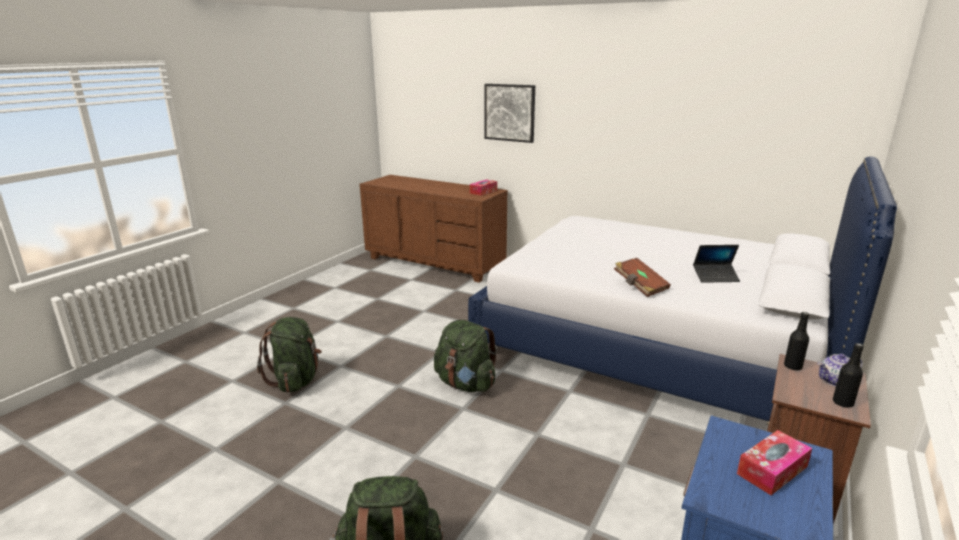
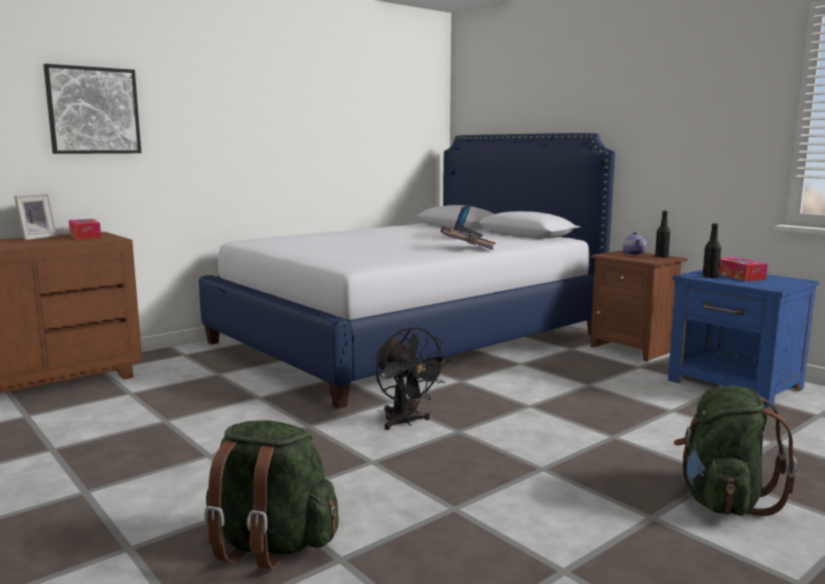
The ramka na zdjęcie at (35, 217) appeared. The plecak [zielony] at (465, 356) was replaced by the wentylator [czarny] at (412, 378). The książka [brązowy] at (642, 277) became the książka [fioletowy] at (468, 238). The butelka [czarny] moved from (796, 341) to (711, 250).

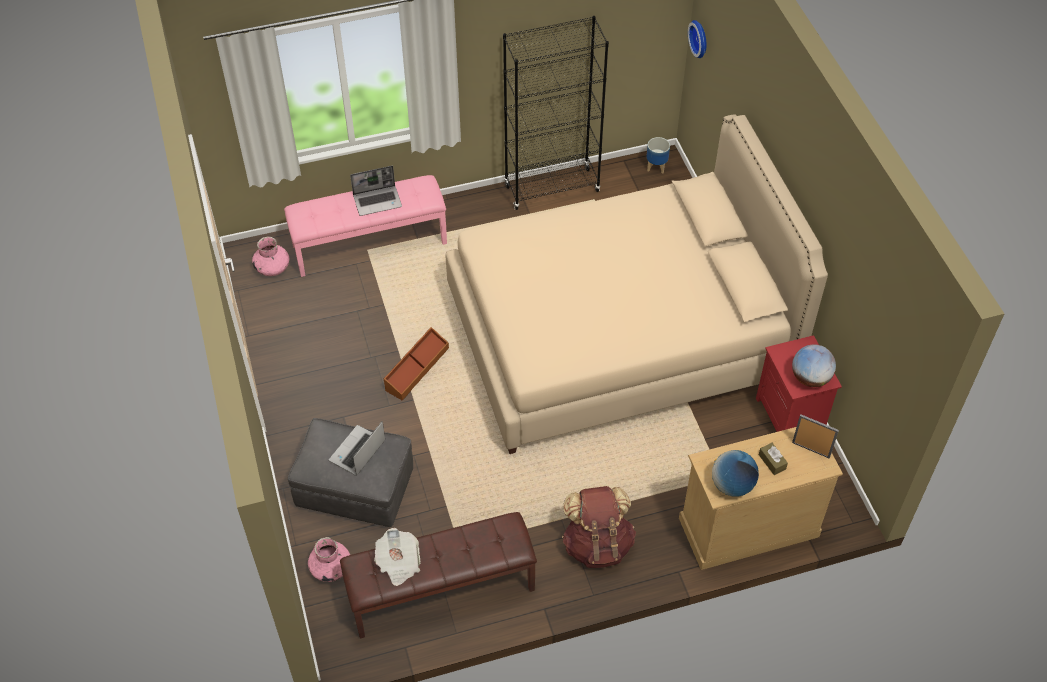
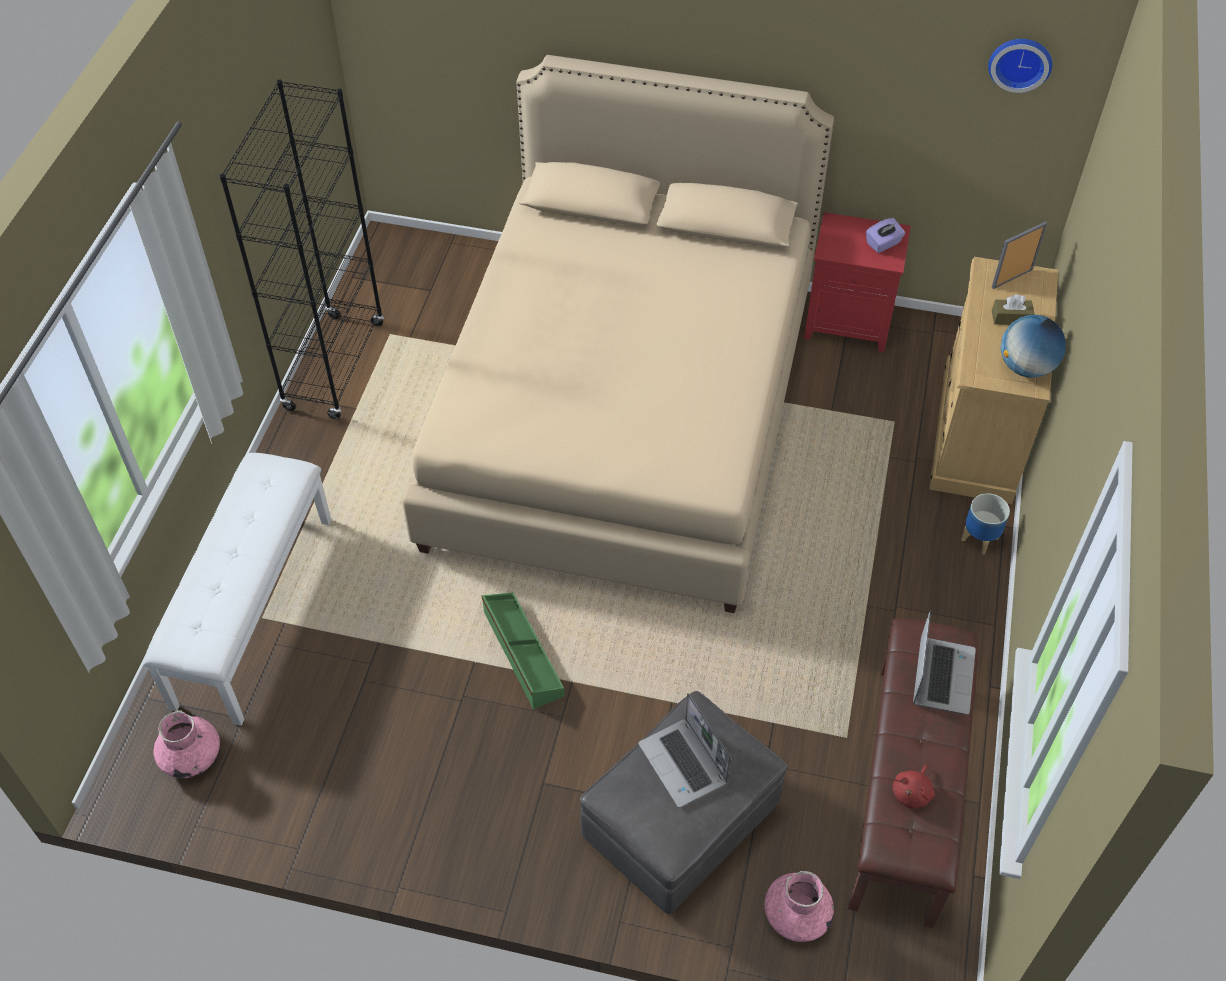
The ławka [różowy] at (365, 226) became the ławka [biały] at (237, 589). The pojemnik do przechowywania [brązowy] at (416, 364) became the pojemnik do przechowywania [zielony] at (523, 651). The globus at (814, 365) was replaced by the pudełko chusteczek [fioletowy] at (885, 235). The gazeta at (397, 557) was replaced by the pluszak [czerwony] at (913, 786). The laptop moved from (376, 191) to (944, 662). The donica moved from (658, 155) to (985, 524). The zegar ścienny moved from (697, 39) to (1020, 66). The plecak [brązowy] at (599, 527) disappeared.

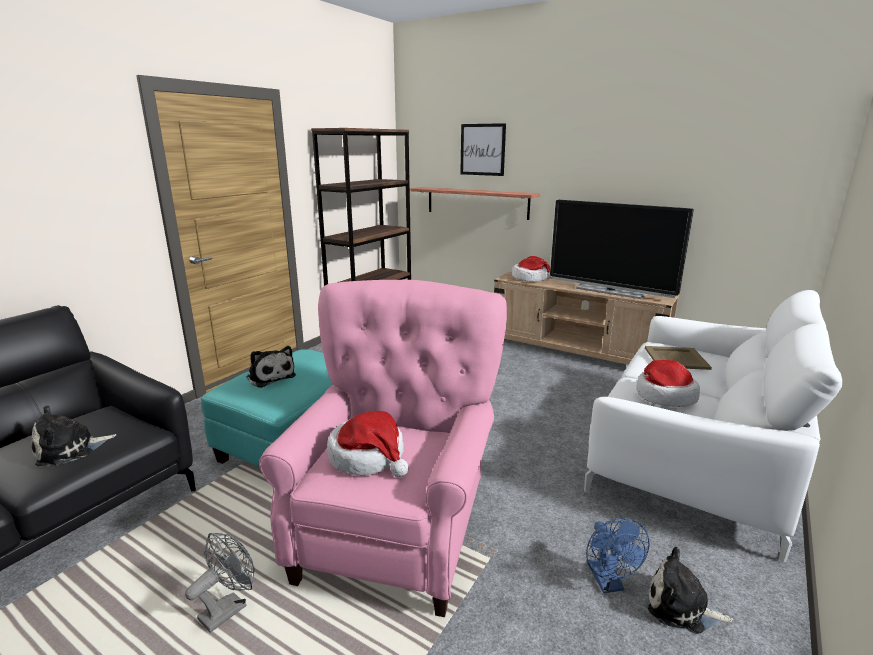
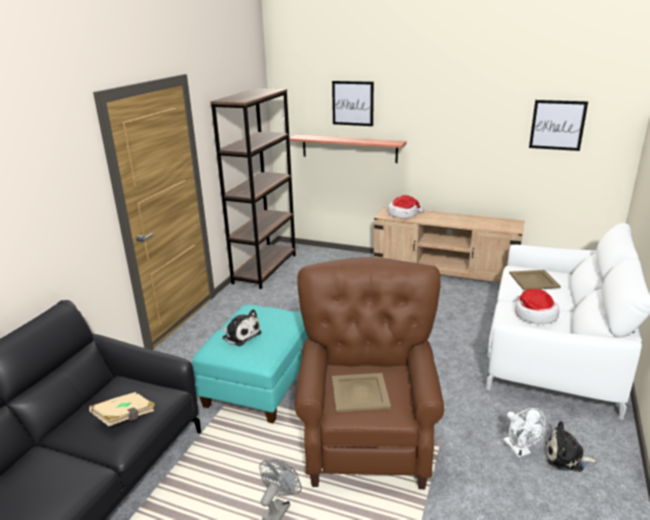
The pluszak at (74, 436) was replaced by the książka [beżowy] at (122, 409). The fotel [różowy] at (383, 448) became the fotel [brązowy] at (369, 373). The kapelusz at (368, 444) was replaced by the taca [beżowy] at (361, 392). The wentylator [niebieski] at (617, 555) became the wentylator [biały] at (524, 432). The obraz at (558, 125) appeared. The telewizor at (622, 249) disappeared.

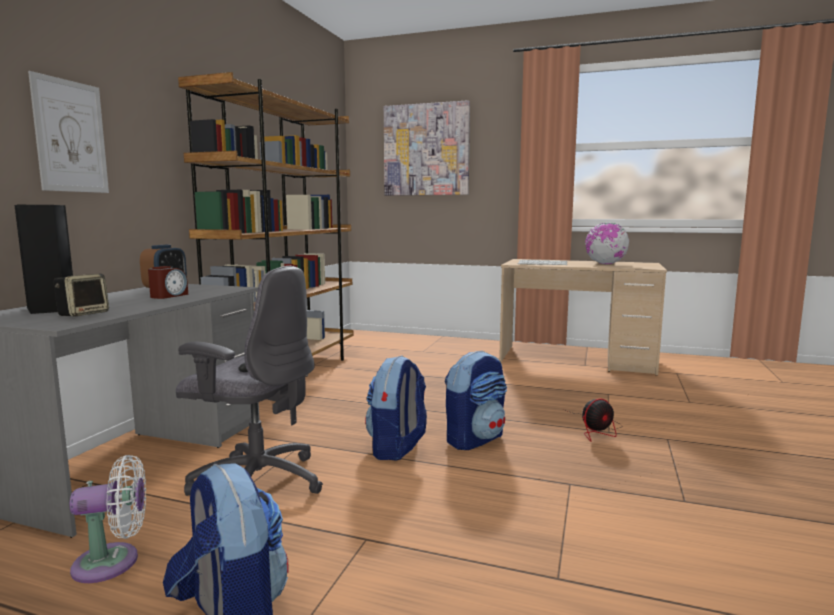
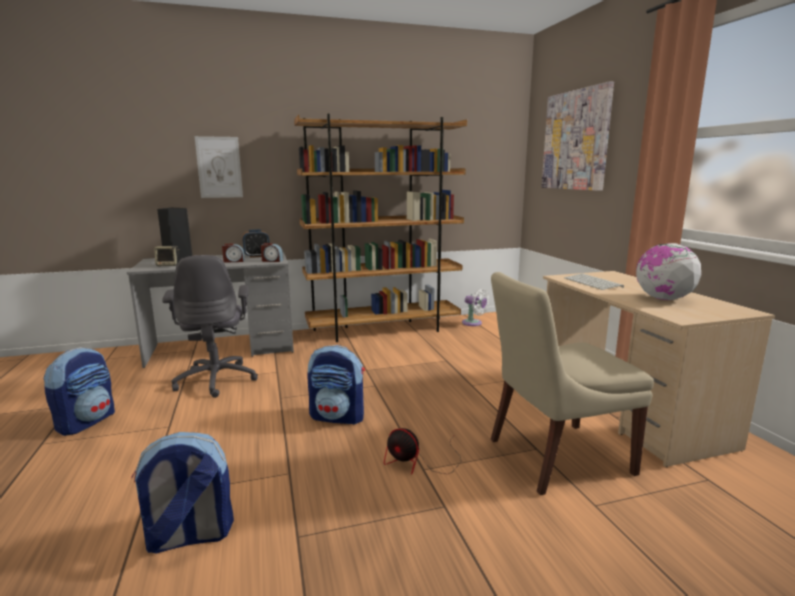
The plecak moved from (396, 408) to (182, 493). The budzik at (272, 252) appeared. The wentylator [biały] moved from (107, 519) to (475, 307). The krzesło [beżowy] at (572, 383) appeared.

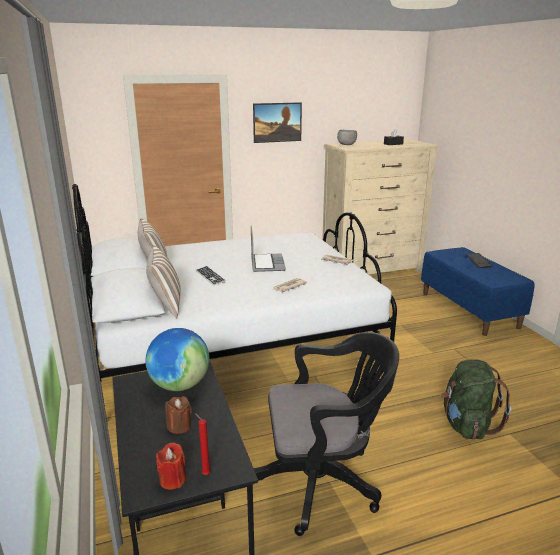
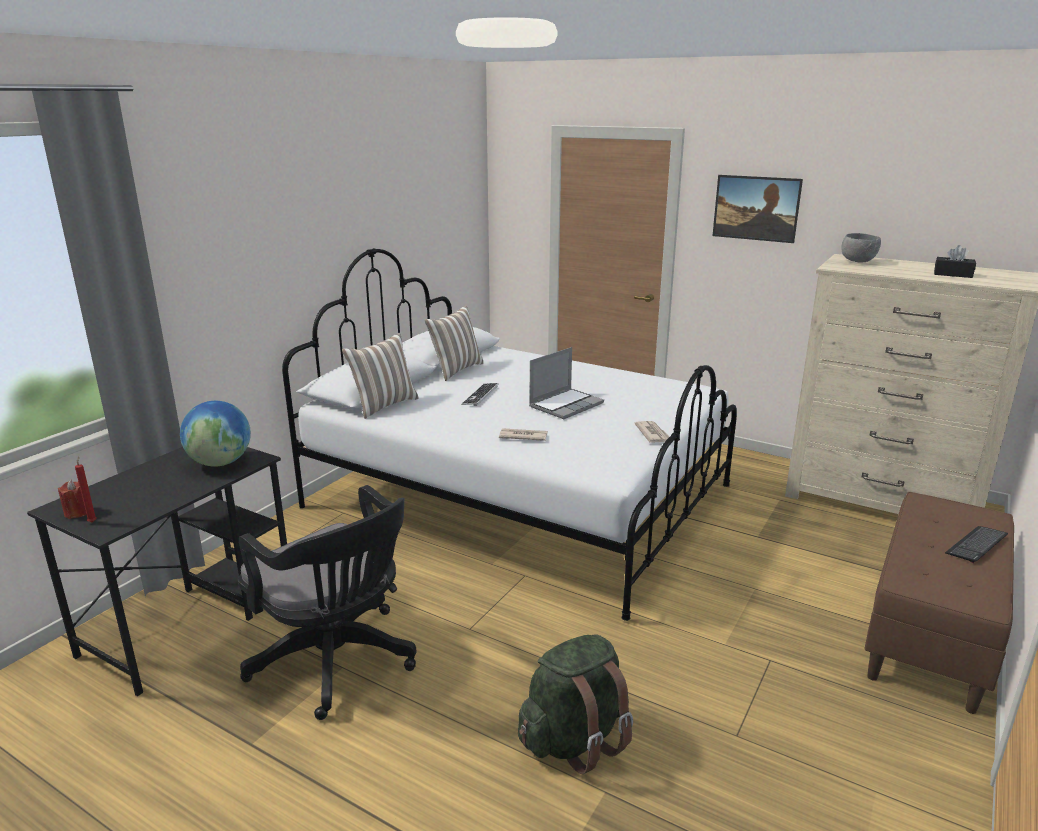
The ławka [niebieski] at (478, 291) became the ławka [brązowy] at (939, 603). The świeca [brązowy] at (178, 415) disappeared.

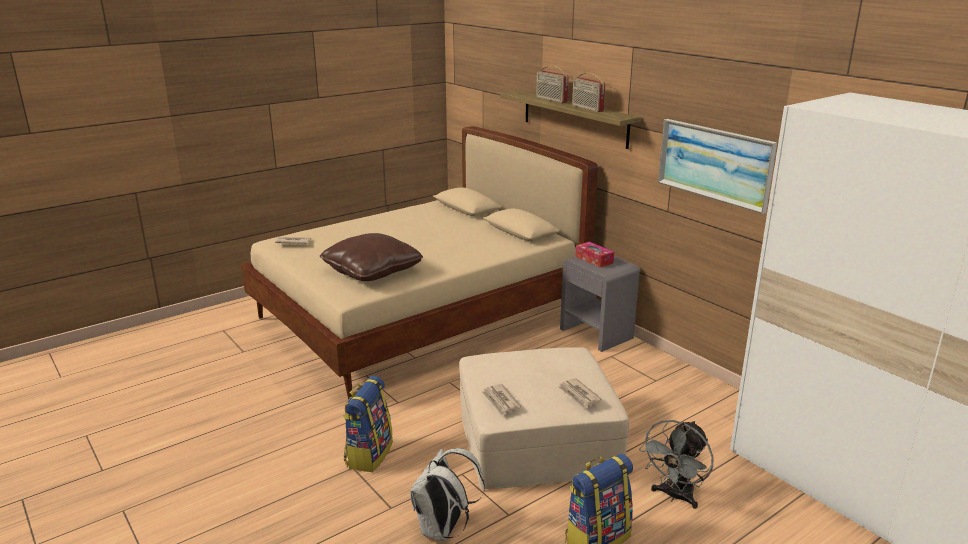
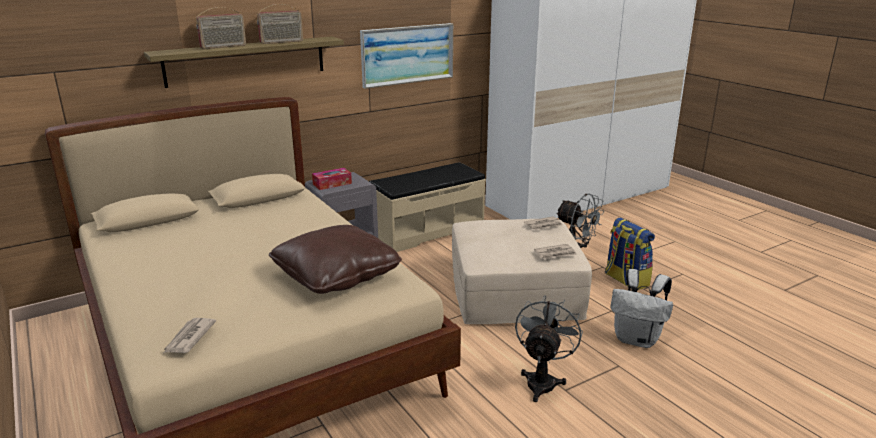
The ławka [beżowy] at (427, 207) appeared. The plecak at (367, 424) was replaced by the wentylator [szary] at (549, 348).

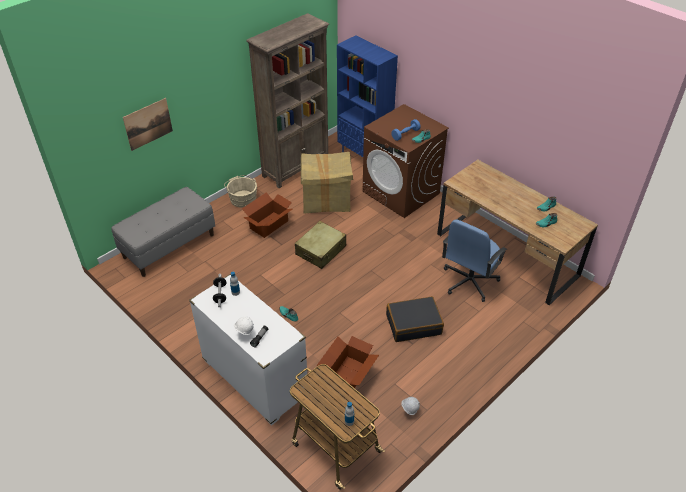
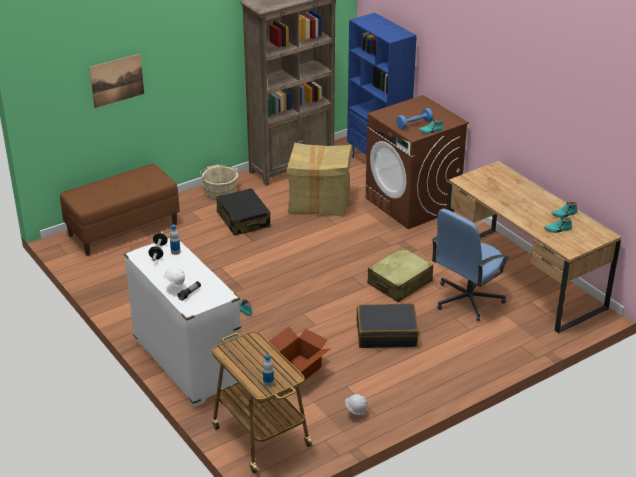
The ławka [szary] at (163, 232) became the ławka [brązowy] at (120, 210). The karton at (267, 215) was replaced by the walizka [czarny] at (243, 212). The walizka [beżowy] moved from (320, 245) to (400, 274).

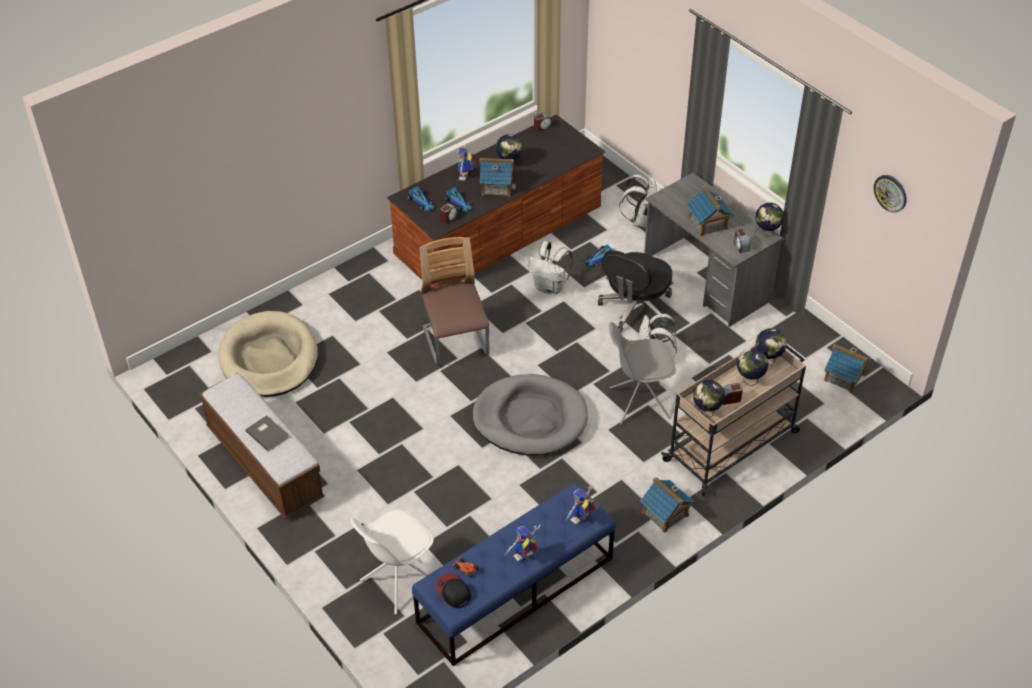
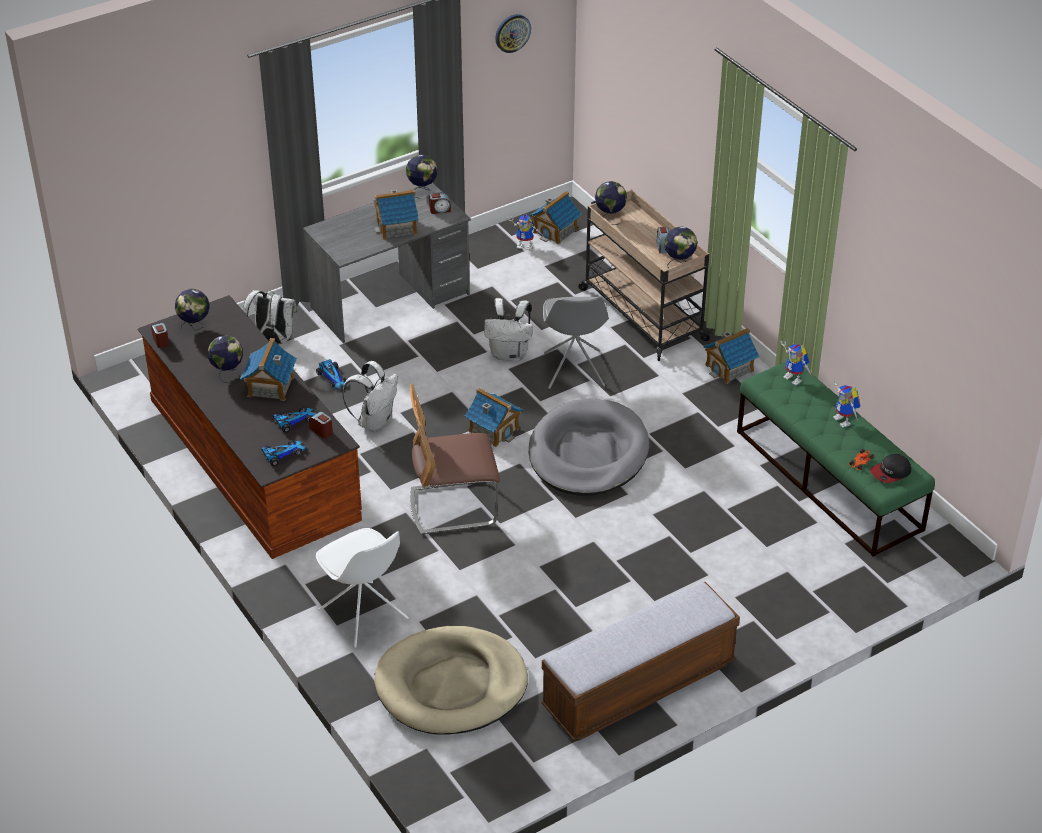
The globus moved from (752, 367) to (192, 310). The krzesło [biały] moved from (392, 562) to (362, 588). The domek at (494, 417) appeared. The robot zabawkowy moved from (466, 162) to (525, 232). The ławka [niebieski] at (514, 574) became the ławka [zielony] at (836, 459). The książka [szary] at (266, 433) disappeared. The krzesło biurowe [czarny] at (635, 291) disappeared.

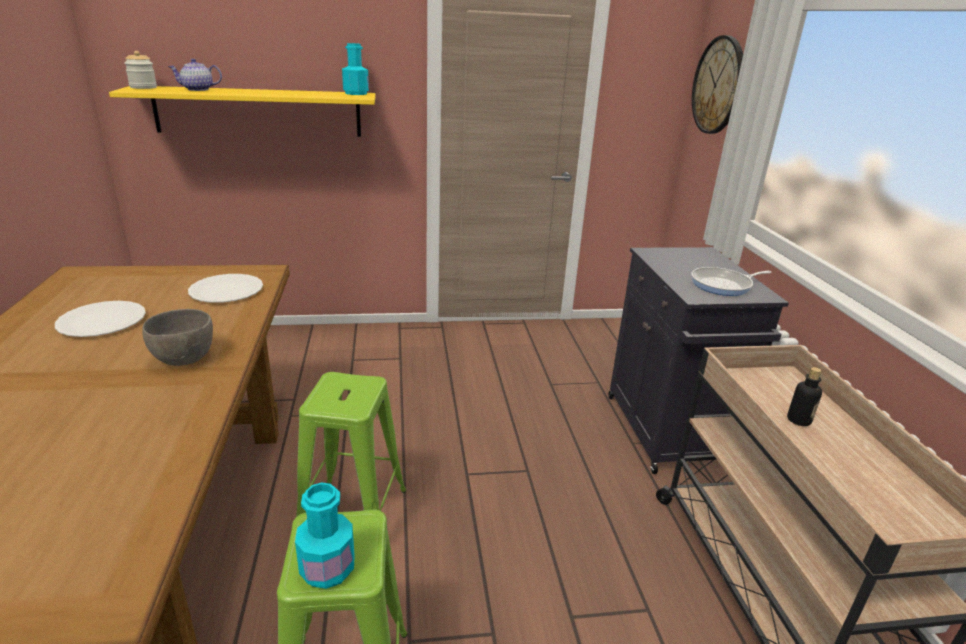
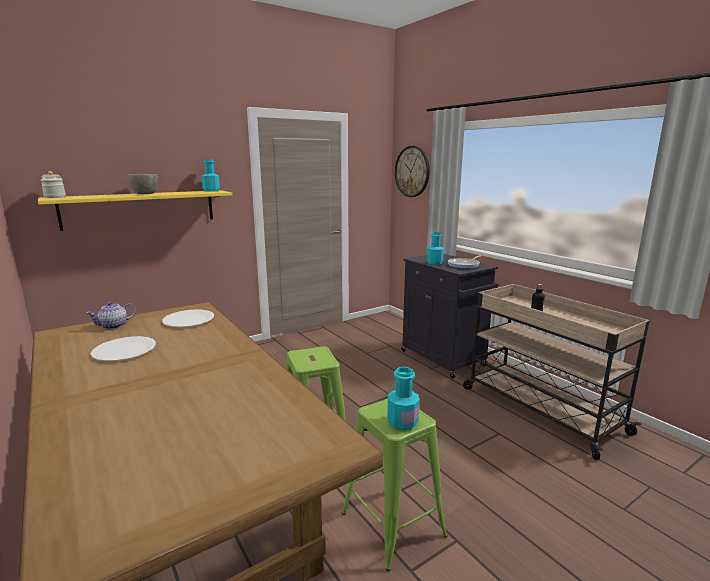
The imbryk moved from (195, 75) to (111, 315). The miska [szary] moved from (177, 337) to (142, 184). The butelka [turkusowy] at (435, 248) appeared.

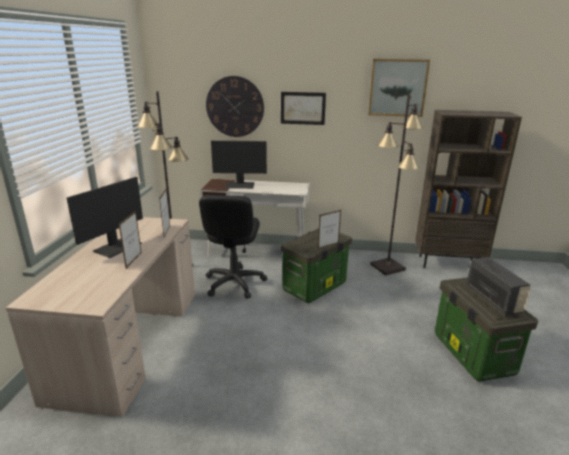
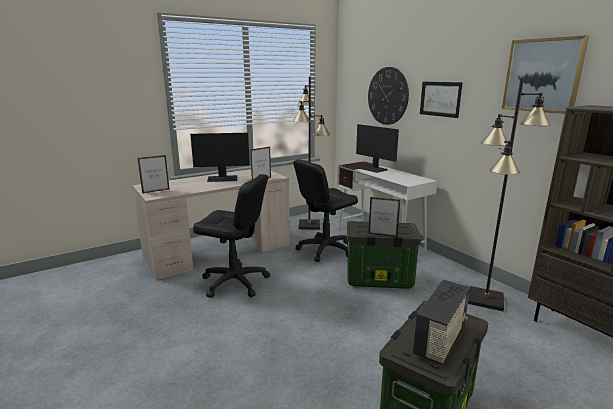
The ramka na zdjęcie moved from (130, 239) to (153, 174). The krzesło biurowe [czarny] at (231, 236) appeared.

